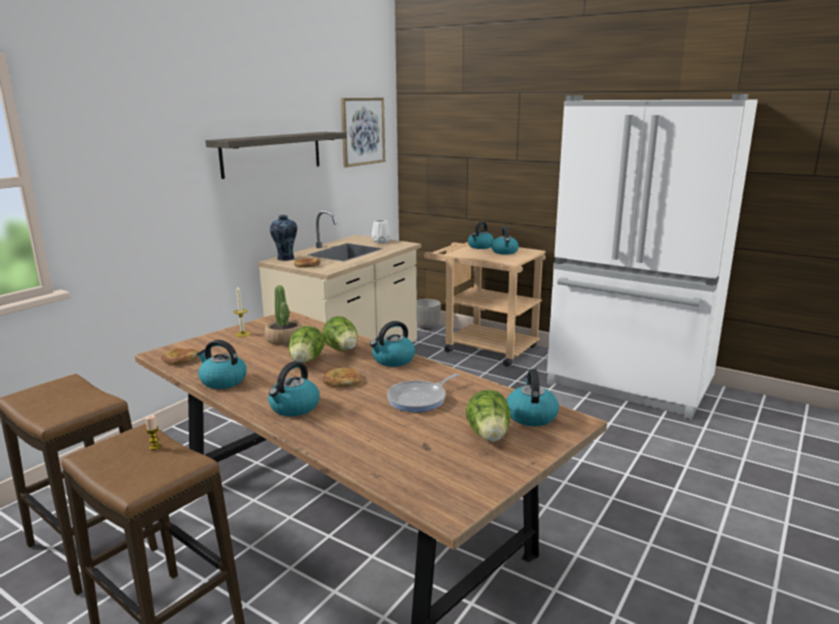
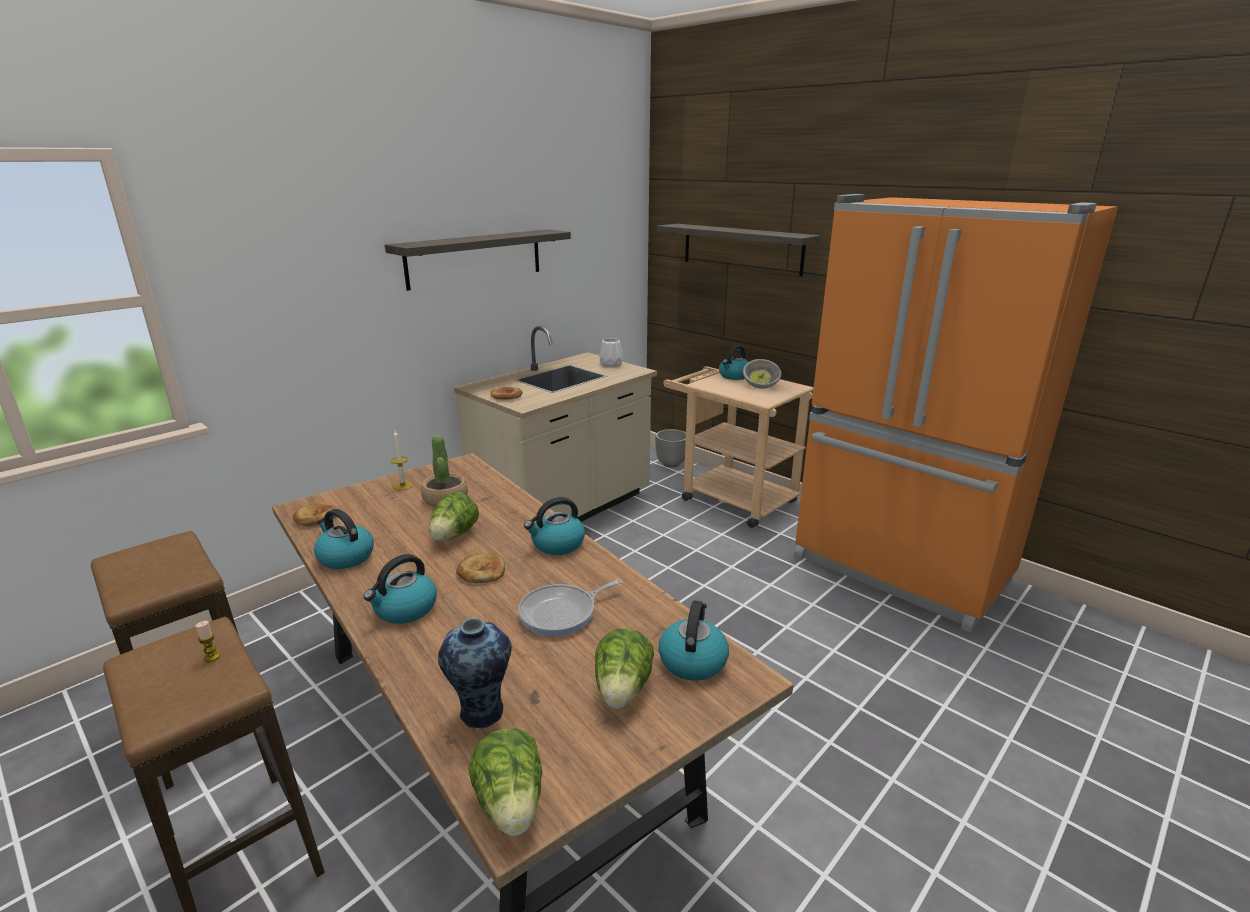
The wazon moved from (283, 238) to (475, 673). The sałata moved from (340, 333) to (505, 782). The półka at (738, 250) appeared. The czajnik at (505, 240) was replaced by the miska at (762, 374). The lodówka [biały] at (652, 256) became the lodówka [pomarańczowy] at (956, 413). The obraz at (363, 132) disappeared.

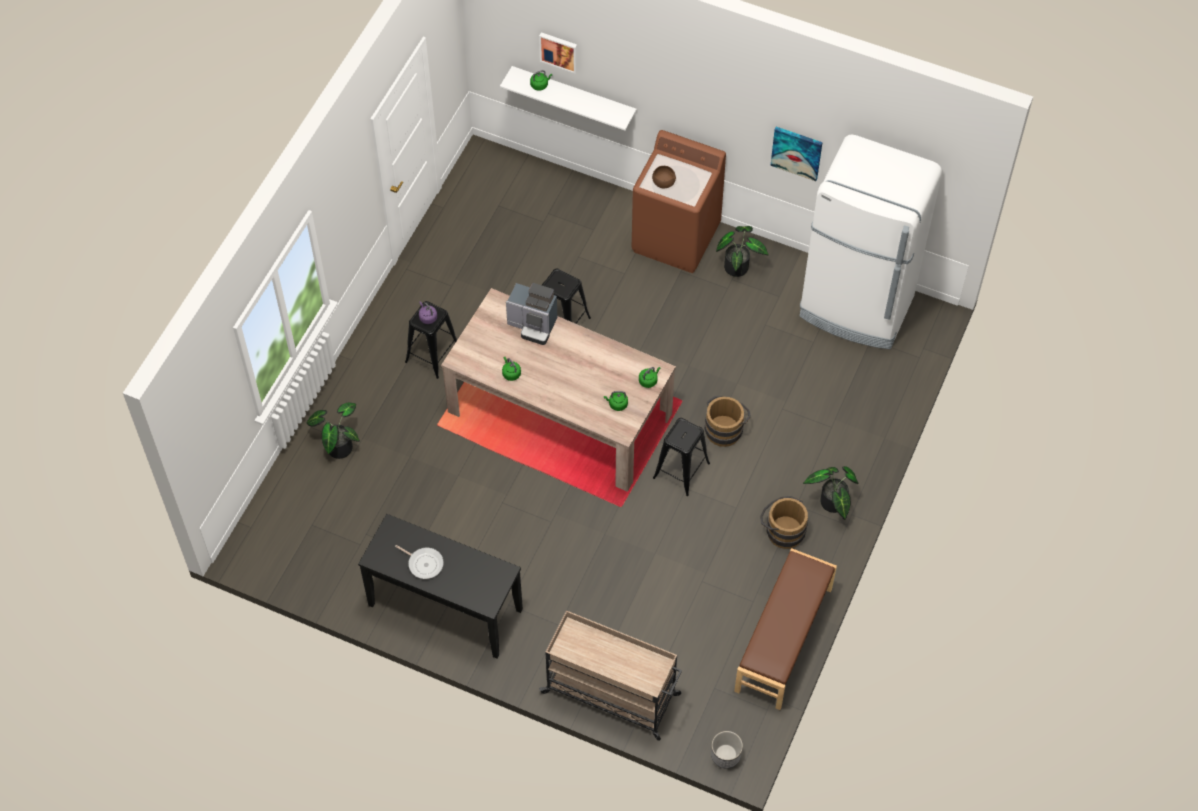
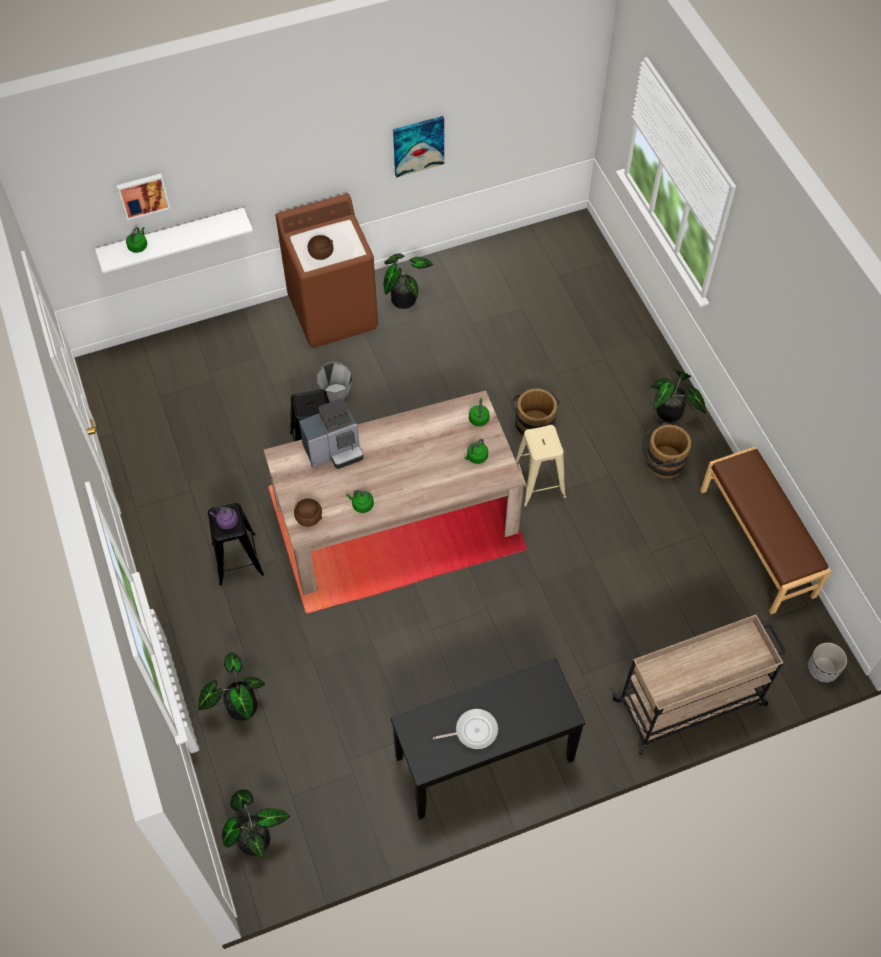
The roślina doniczkowa at (256, 824) appeared. The miska [brązowy] at (308, 512) appeared. The wiadro [szary] at (334, 382) appeared. The stołek [czarny] at (681, 457) became the stołek [beżowy] at (541, 465). The lodówka [biały] at (871, 242) disappeared.

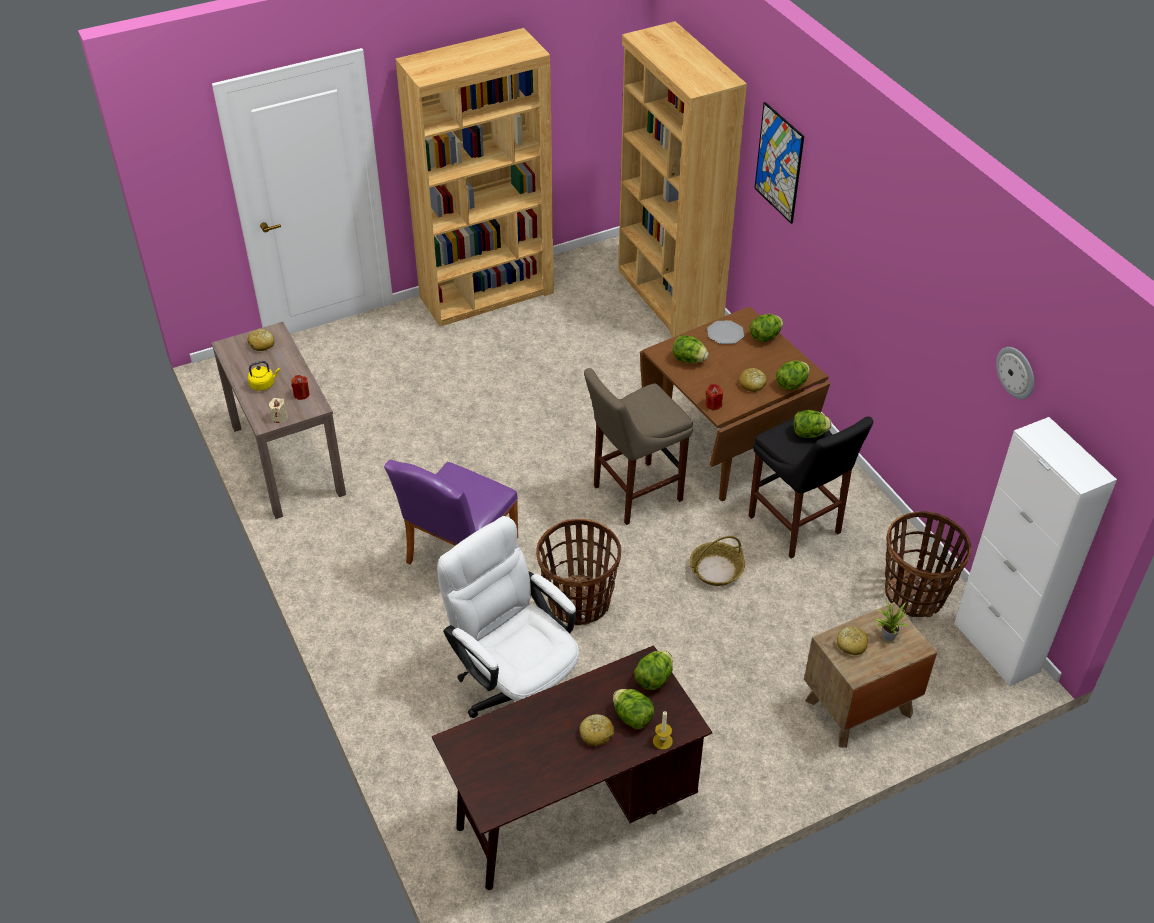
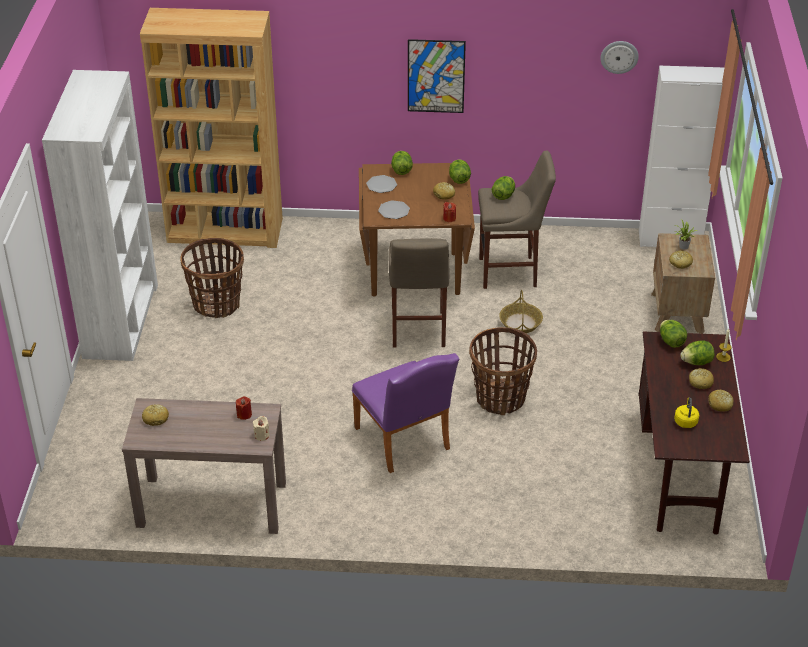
The regał [brązowy] at (474, 177) became the regał [biały] at (100, 215). The koszyk moved from (928, 564) to (212, 278). The sałata at (691, 349) was replaced by the talerz at (394, 209). The obraz moved from (779, 163) to (437, 76). The stołek [czarny] at (811, 487) became the stołek [beżowy] at (517, 220). The czajnik [żółty] moved from (264, 376) to (686, 412). The chleb at (721, 401) appeared. The krzesło biurowe [biały] at (508, 617) disappeared.

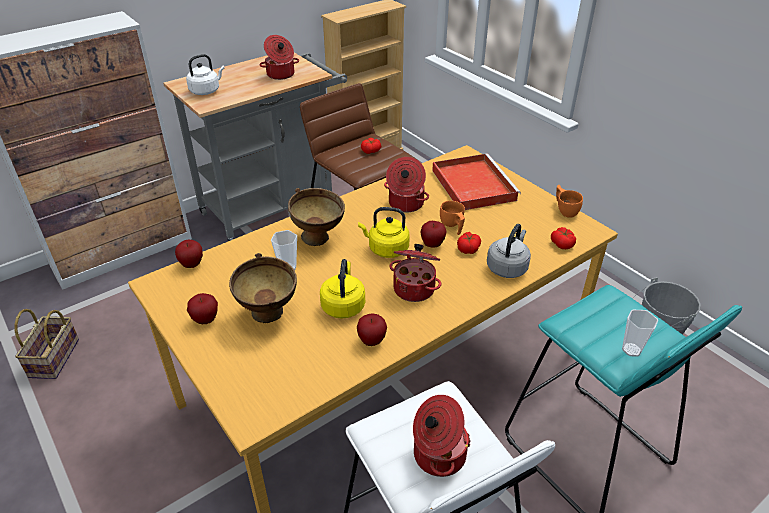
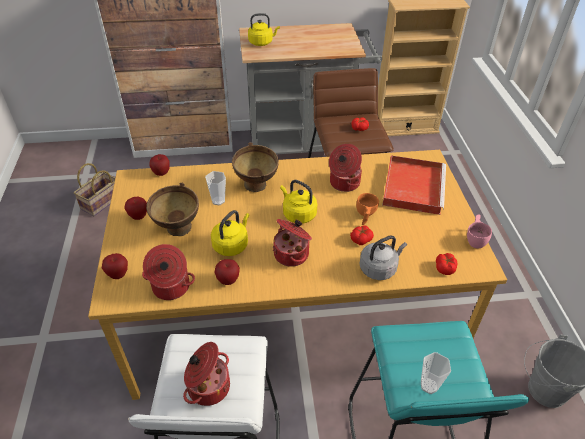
The jabłko moved from (433, 234) to (115, 266). The garnek moved from (279, 57) to (168, 272). The czajnik [biały] at (205, 74) became the czajnik [żółty] at (264, 29). The filiżanka [pomarańczowy] at (569, 201) became the filiżanka [różowy] at (479, 231).

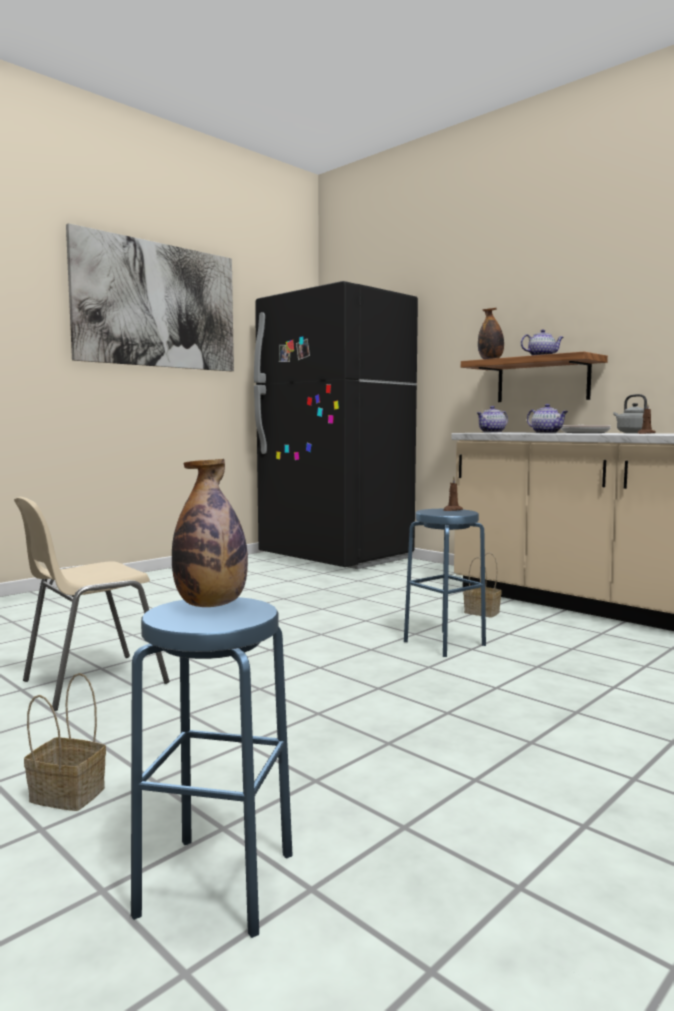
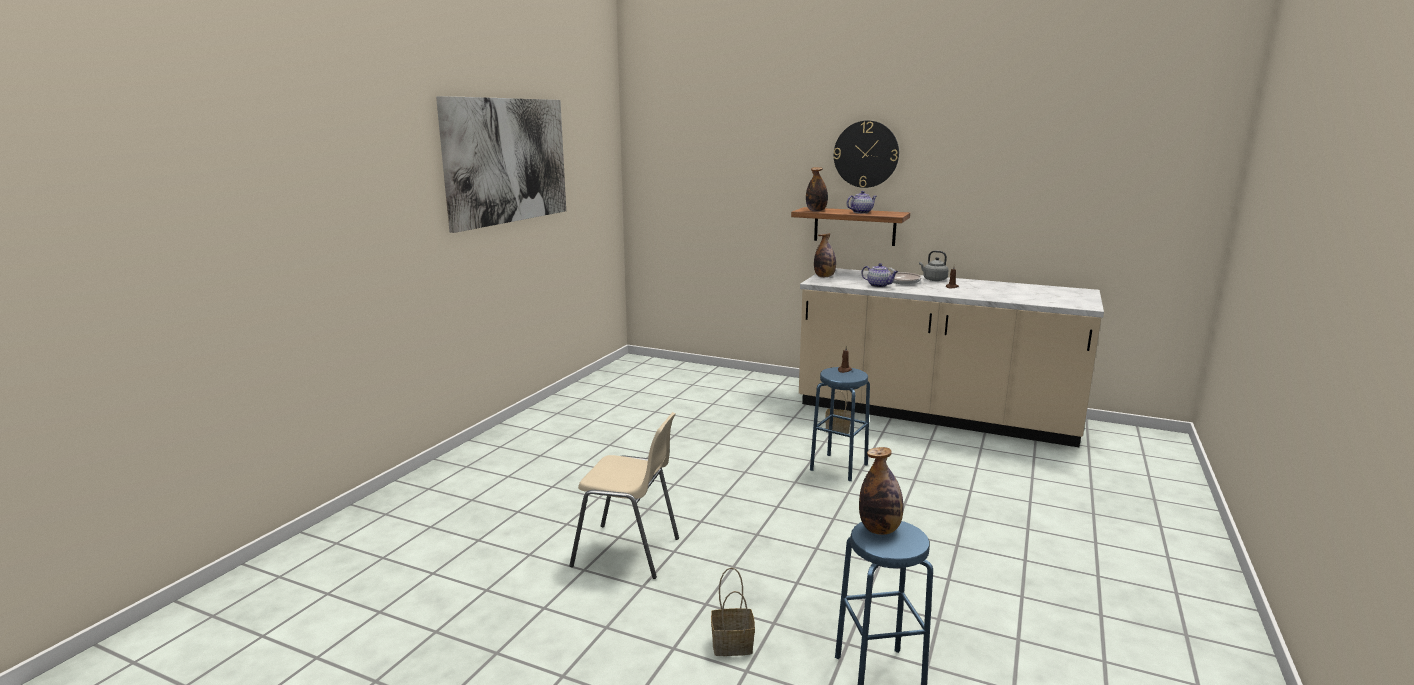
The krzesło [beżowy] at (91, 604) turned 105 degrees counterclockwise. The imbryk at (492, 419) was replaced by the butelka at (825, 255). The zegar ścienny at (866, 154) appeared. The lodówka [czarny] at (336, 425) disappeared.

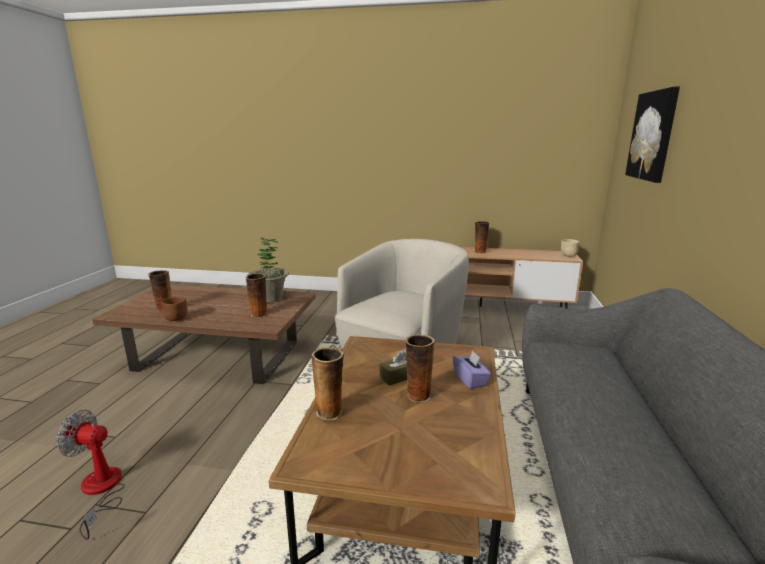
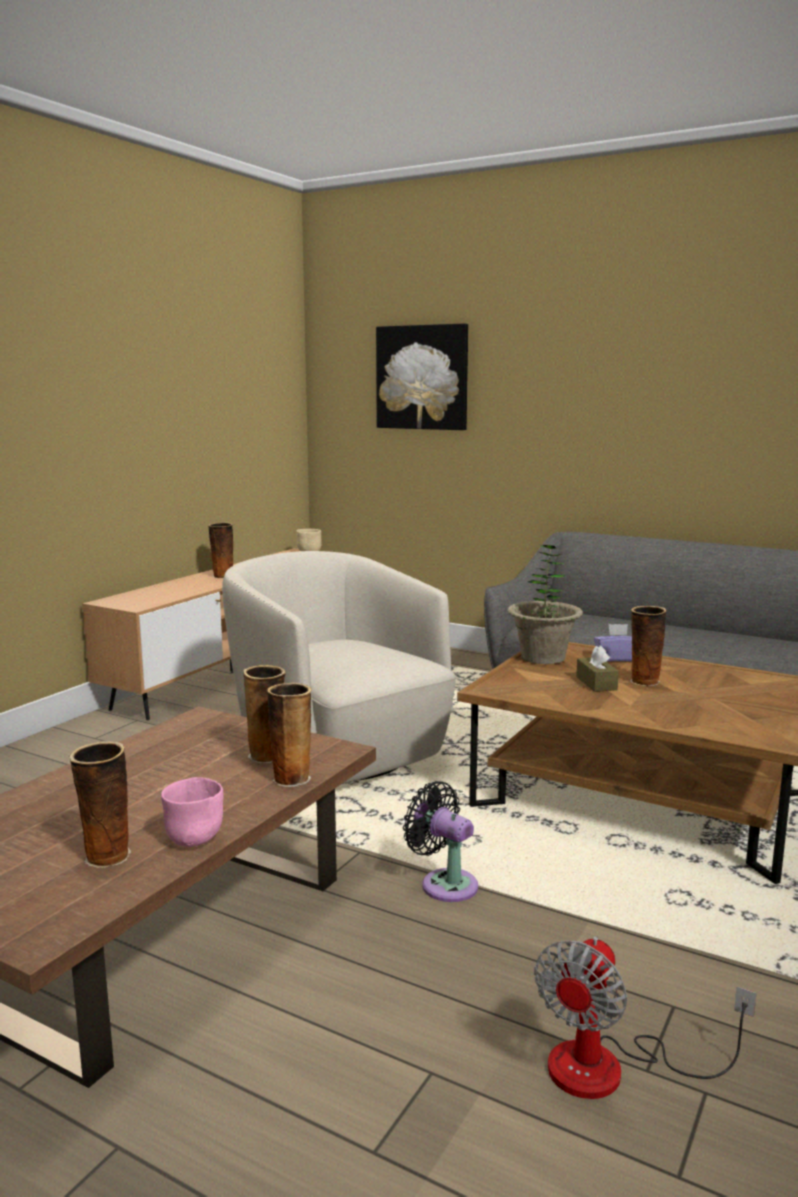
The miska [brązowy] at (174, 308) became the miska [różowy] at (192, 812). The wazon moved from (327, 383) to (289, 735). The wentylator [czarny] at (440, 841) appeared. The roślina doniczkowa moved from (268, 270) to (545, 604).

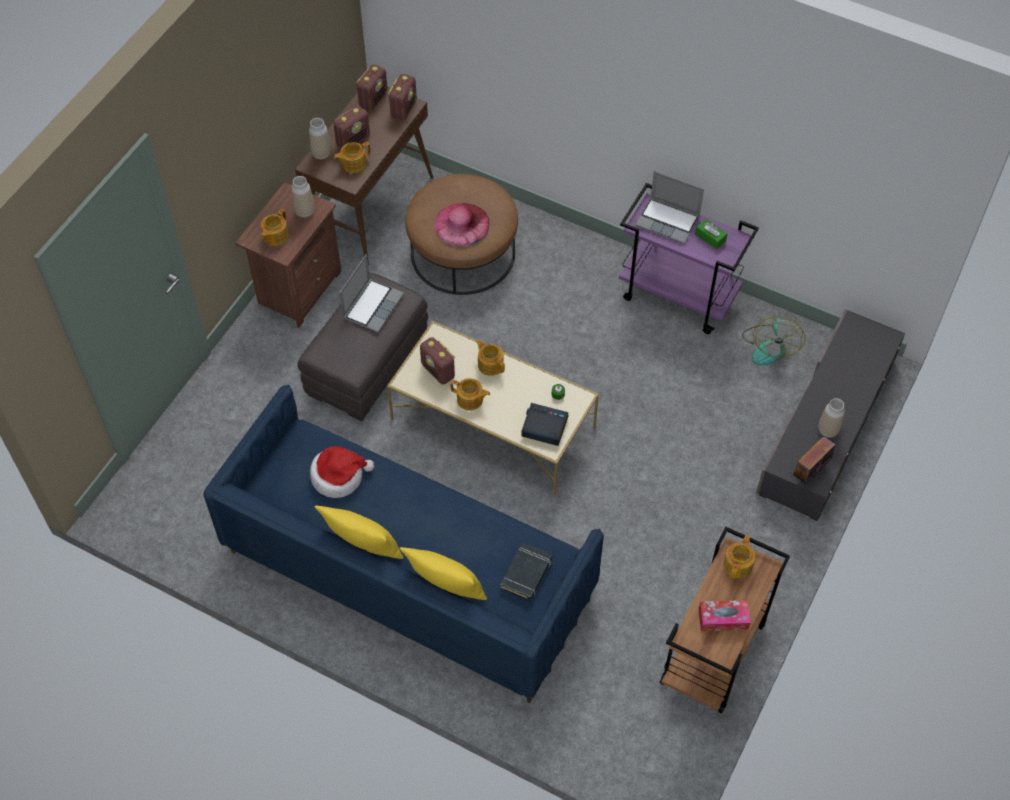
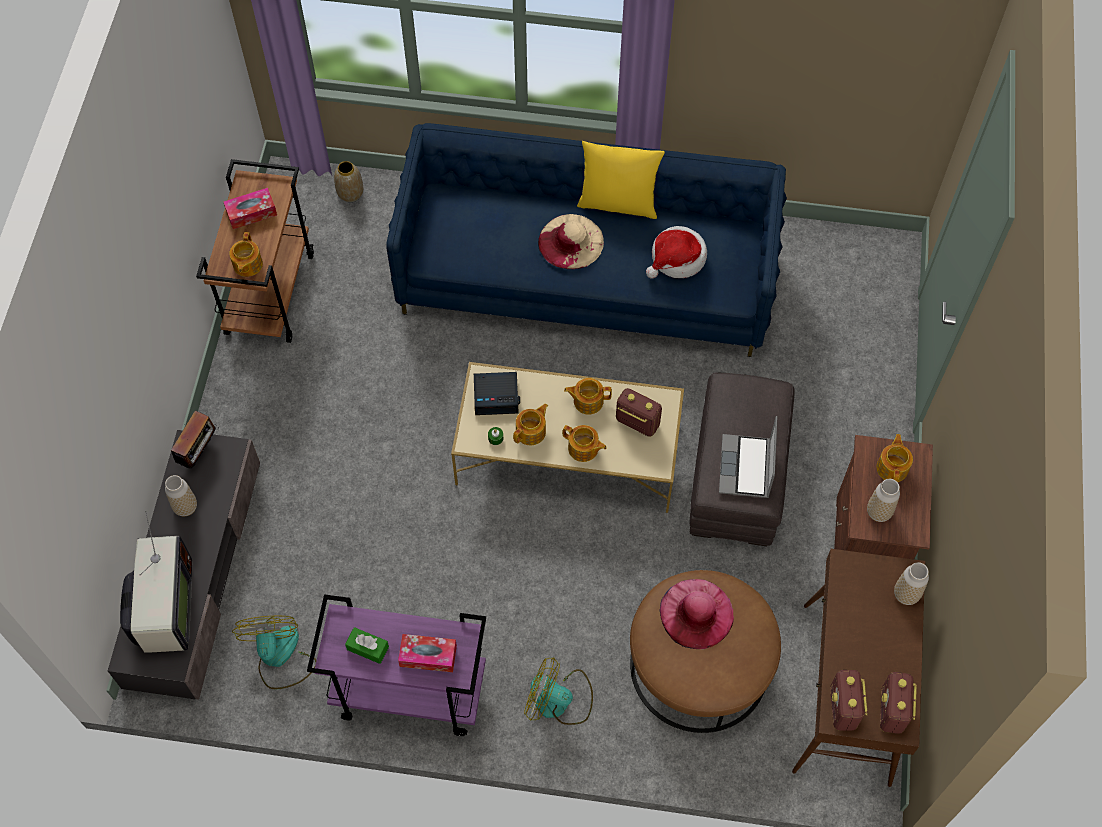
The telewizor at (156, 582) appeared. The wazon at (348, 181) appeared. The laptop at (669, 207) was replaced by the pudełko chusteczek at (427, 653). The imbryk moved from (352, 157) to (530, 424). The wentylator at (558, 691) appeared. The kapelusz [beżowy] at (571, 241) appeared. The radio at (351, 127) disappeared. The poduszka [żółty] at (443, 573) disappeared. The książka [czarny] at (526, 571) disappeared.

